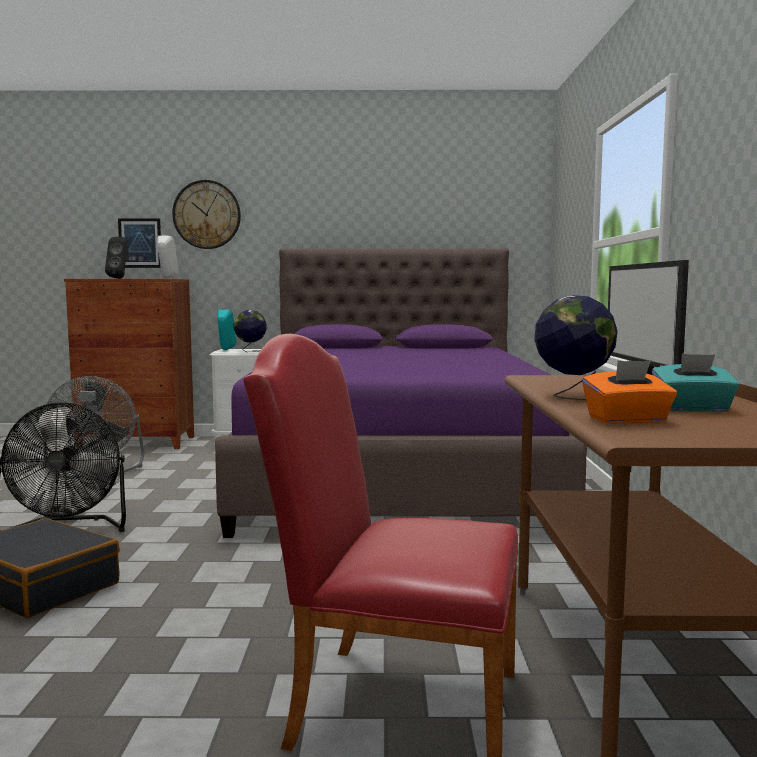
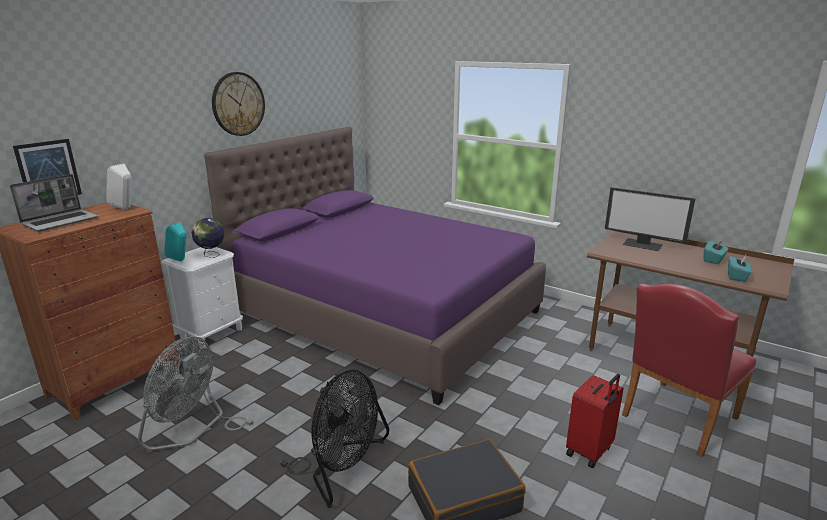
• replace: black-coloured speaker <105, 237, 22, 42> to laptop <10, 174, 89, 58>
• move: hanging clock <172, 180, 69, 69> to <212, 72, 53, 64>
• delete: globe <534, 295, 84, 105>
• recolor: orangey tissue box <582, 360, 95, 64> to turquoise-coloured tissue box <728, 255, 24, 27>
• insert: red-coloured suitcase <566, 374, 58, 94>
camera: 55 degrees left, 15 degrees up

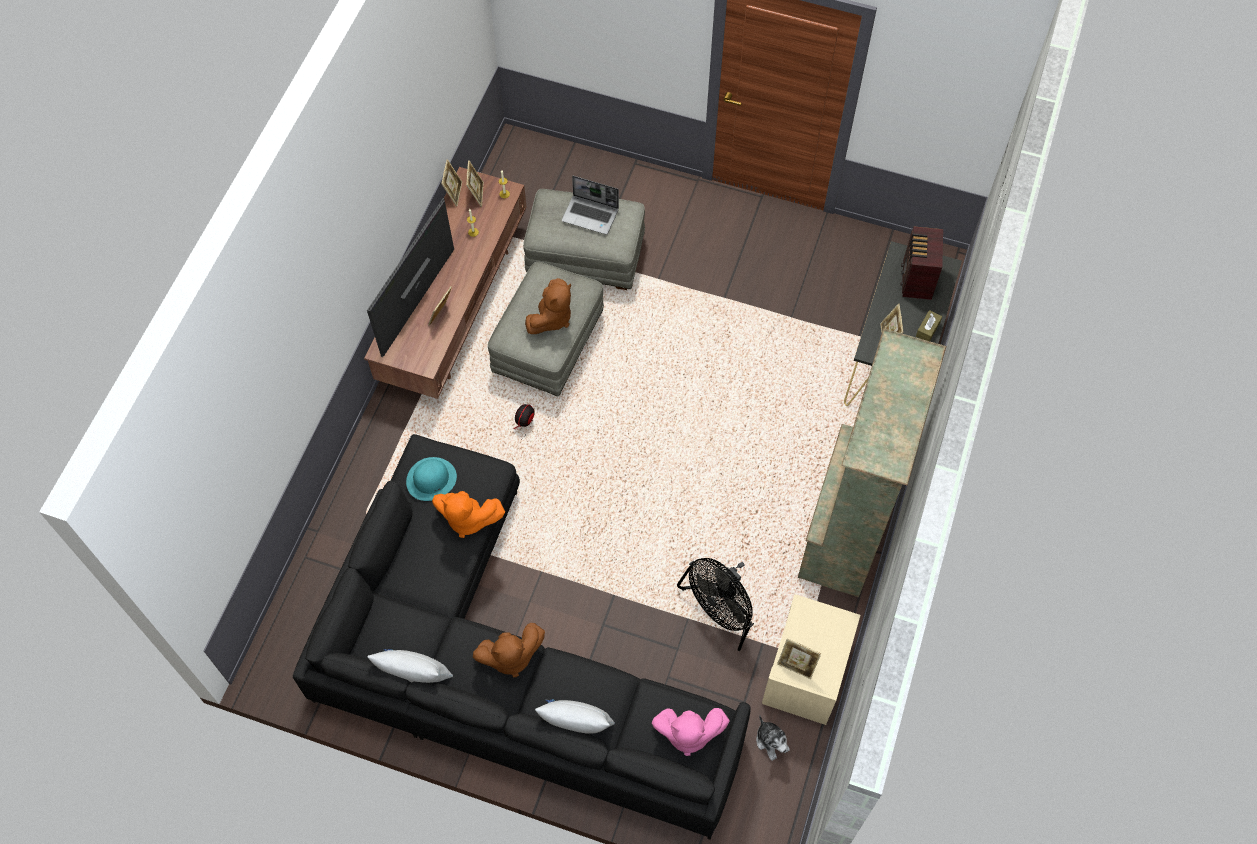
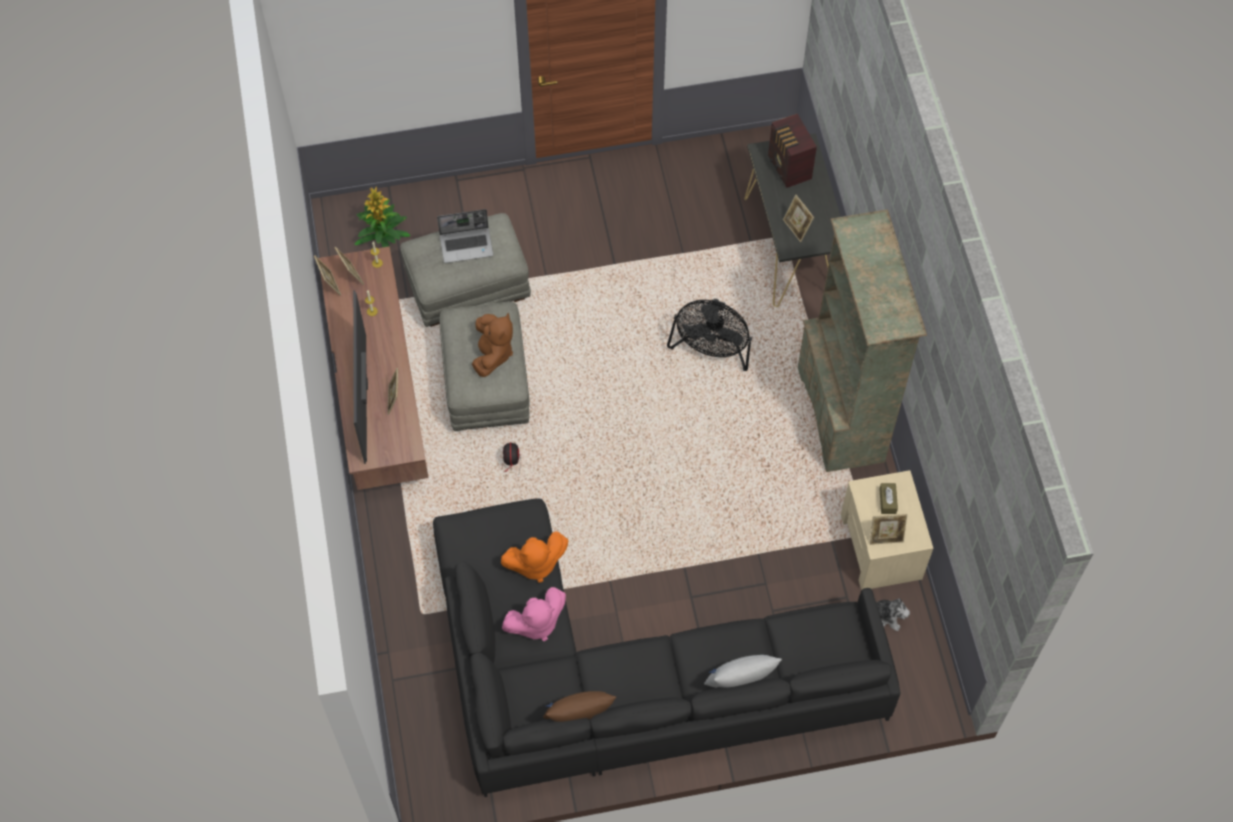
• recolor: greyish throw pillow <368, 649, 85, 34> to brown-coloured throw pillow <543, 691, 73, 31>
• delete: turquoise-coloured hat <406, 457, 51, 44>
• delete: brown-coloured soft toy <473, 623, 72, 54>
• move: pink soft toy <652, 708, 77, 48> to <502, 587, 64, 54>
• move: black-coloured electric fan <677, 558, 77, 93> to <667, 299, 85, 72>
• move: brown-coloured tissue box <916, 310, 27, 31> to <880, 483, 18, 31>
• insert: houseplant <355, 186, 56, 61>
camera: 30 degrees left, 0 degrees up

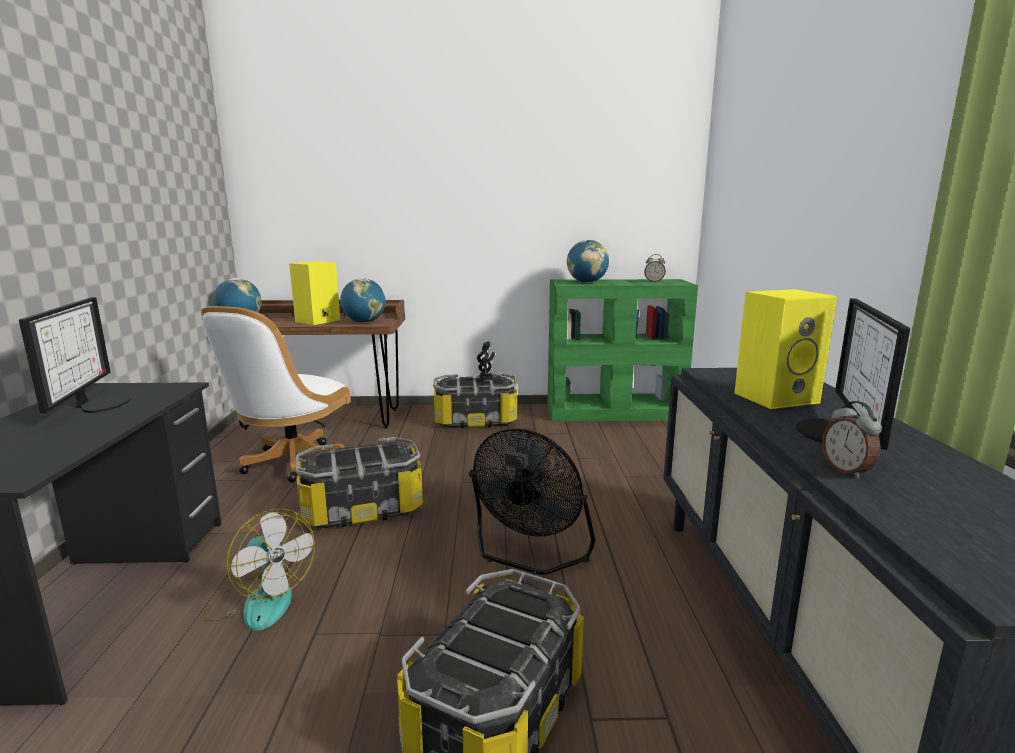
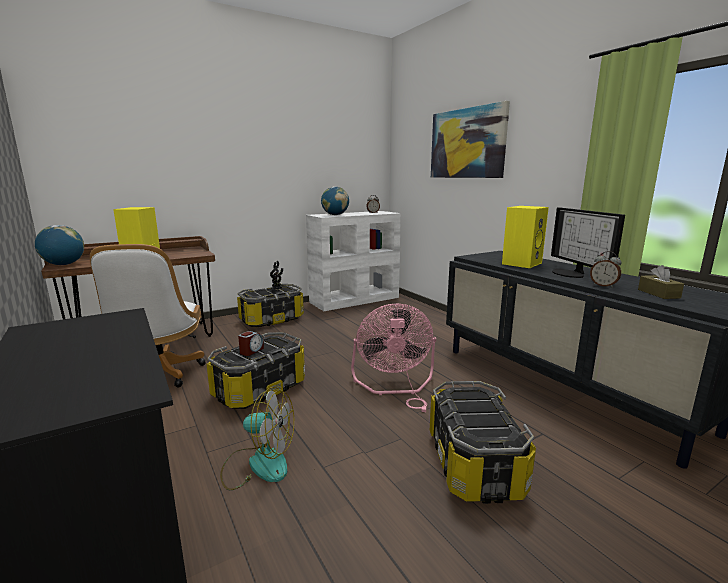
• delete: computer screen <19, 297, 112, 116>
• delete: globe <340, 278, 46, 45>
• recolor: black-coloured electric fan <468, 429, 127, 161> to pink electric fan <351, 304, 85, 108>
• recolor: green shelving unit <548, 279, 150, 143> to white-coloured shelving unit <306, 211, 95, 100>
• insert: bedside clock <238, 331, 26, 25>
• insert: wall picture <431, 101, 79, 77>
• insert: brown-coloured tissue box <638, 265, 46, 34>
camera: 30 degrees left, 0 degrees up

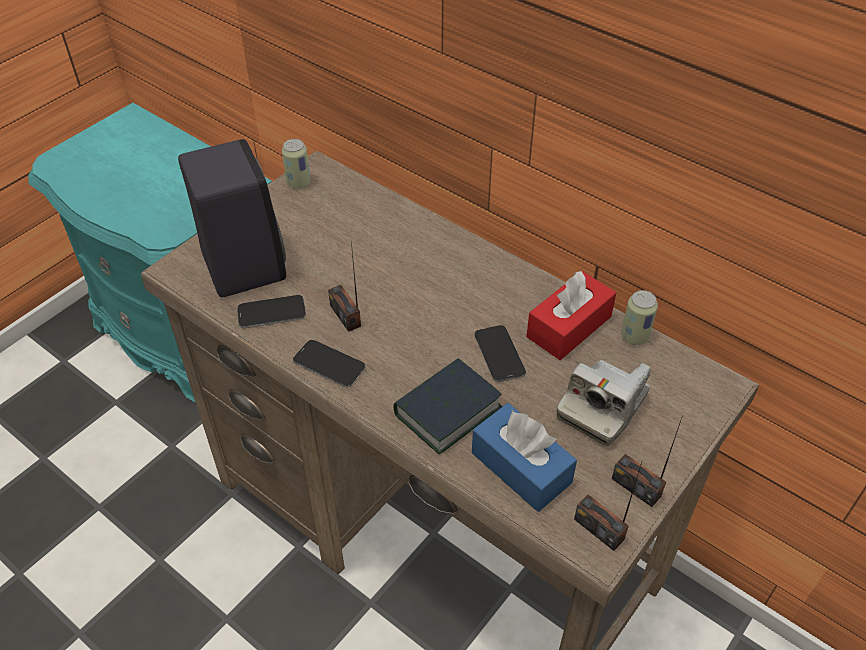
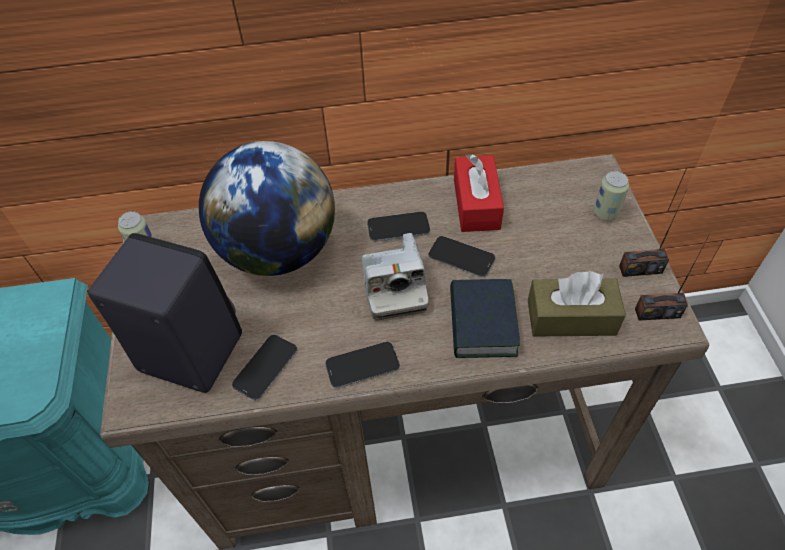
• delete: radio <328, 242, 33, 90>
• recolor: bluish tissue box <472, 403, 105, 109> to brown-coloured tissue box <528, 271, 98, 65>
• move: still camera <557, 360, 94, 86> to <362, 233, 67, 87>
• move: can <621, 290, 37, 55> to <594, 171, 35, 50>
• insert: globe <199, 141, 136, 135>
• insert: telephone <367, 212, 63, 30>
camera: 45 degrees left, 5 degrees up

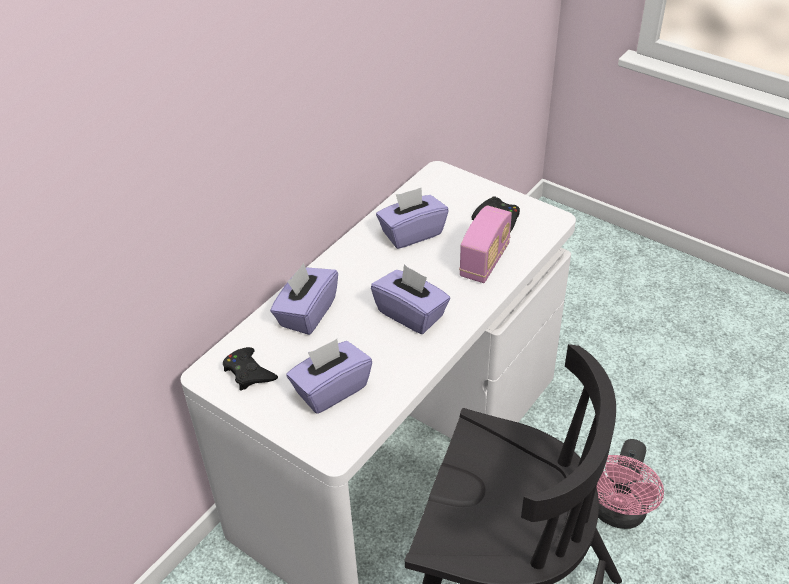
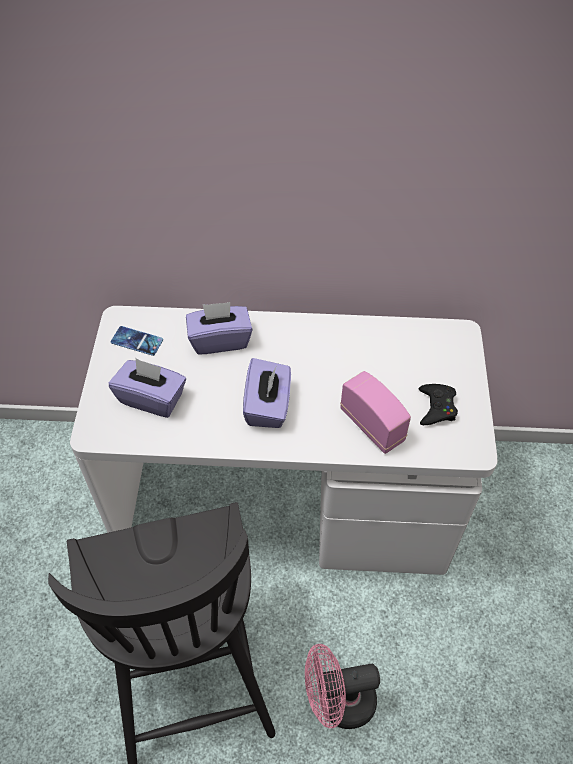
• replace: black-coloured joypad <223, 347, 55, 44> to telephone <111, 326, 52, 30>
• delete: purple-coloured tissue box <376, 188, 73, 61>
• rotate: radio <459, 205, 53, 78> = <340, 371, 71, 83> 120 degrees counterclockwise
camera: 55 degrees right, 10 degrees up

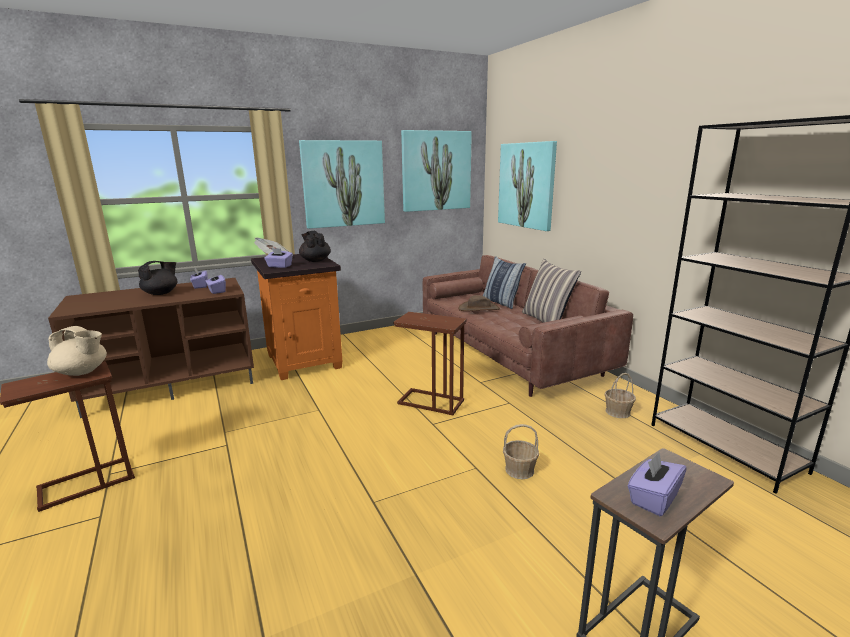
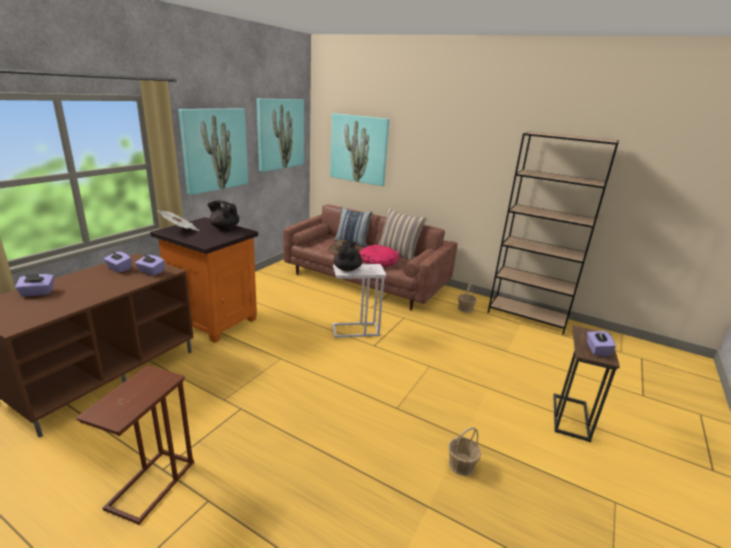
• delete: beige-coloured tea pot <47, 326, 60, 50>
• move: black-coloured tea pot <138, 261, 39, 34> to <334, 241, 29, 30>
• move: purple-coloured tissue box <264, 248, 29, 20> to <15, 274, 39, 23>
• recolor: brown-coloured end table <393, 312, 74, 103> to white-coloured end table <332, 264, 54, 74>
• move: basket <503, 424, 36, 55> to <448, 427, 33, 49>
• insert: pink throw pillow <359, 245, 40, 21>
camera: 35 degrees left, 5 degrees up

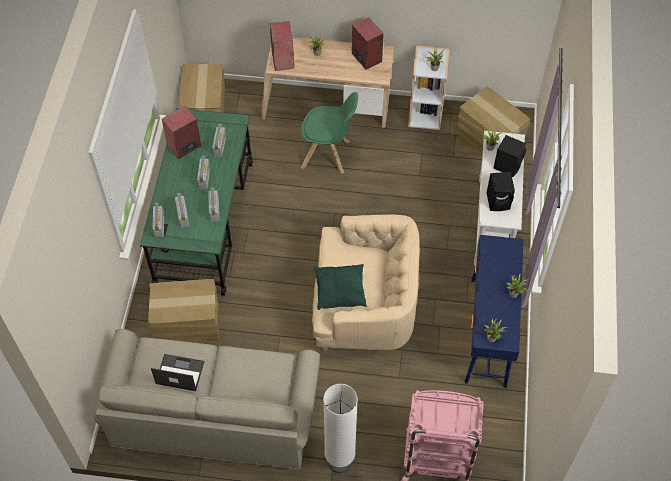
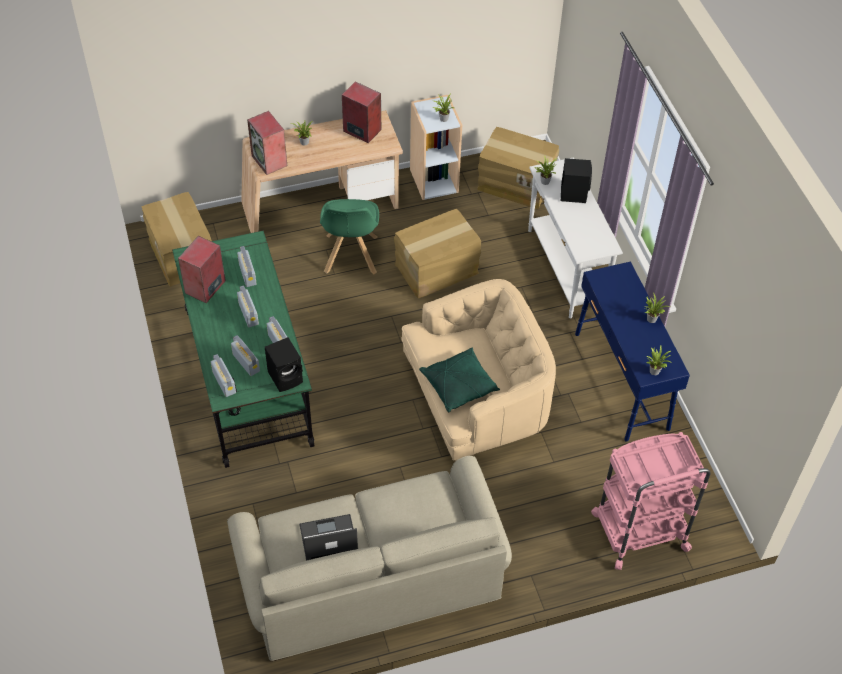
• move: cardboard box <148, 279, 71, 63> to <394, 209, 87, 89>
• rotate: green upright chair <301, 92, 57, 82> = <320, 199, 59, 75> 105 degrees clockwise
• delete: white-coloured standard lamp <323, 384, 35, 89>
• move: black-coloured speaker <487, 172, 28, 39> to <265, 337, 38, 55>
camera: 25 degrees left, 5 degrees down

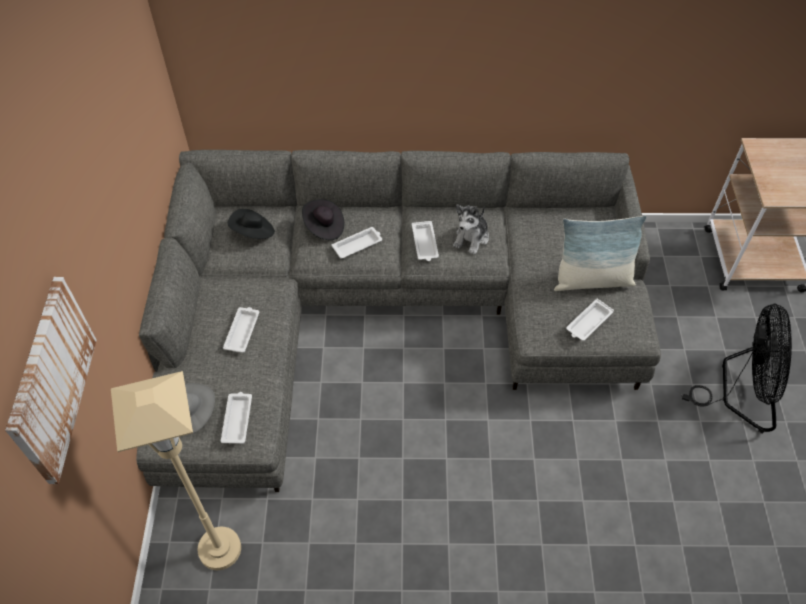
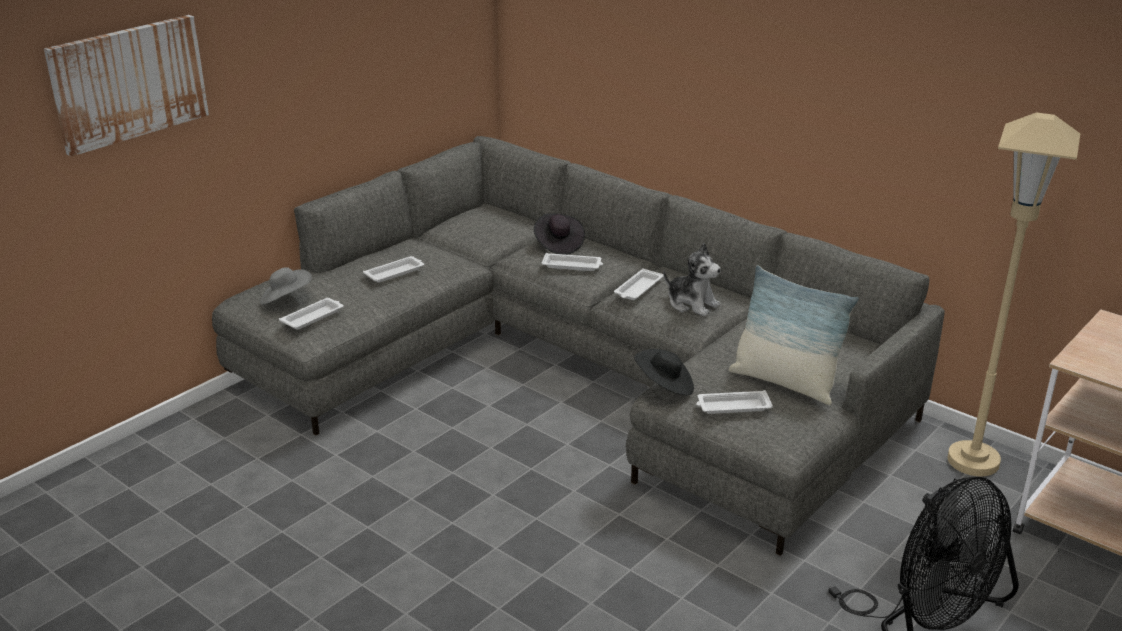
• move: beige-coloured standard lamp <111, 371, 130, 199> to <947, 112, 133, 364>
• move: black-coloured hat <228, 209, 47, 30> to <634, 349, 60, 46>
• rotate: soft toy <453, 205, 36, 50> = <663, 243, 58, 73> 120 degrees counterclockwise
camera: 40 degrees right, 25 degrees down

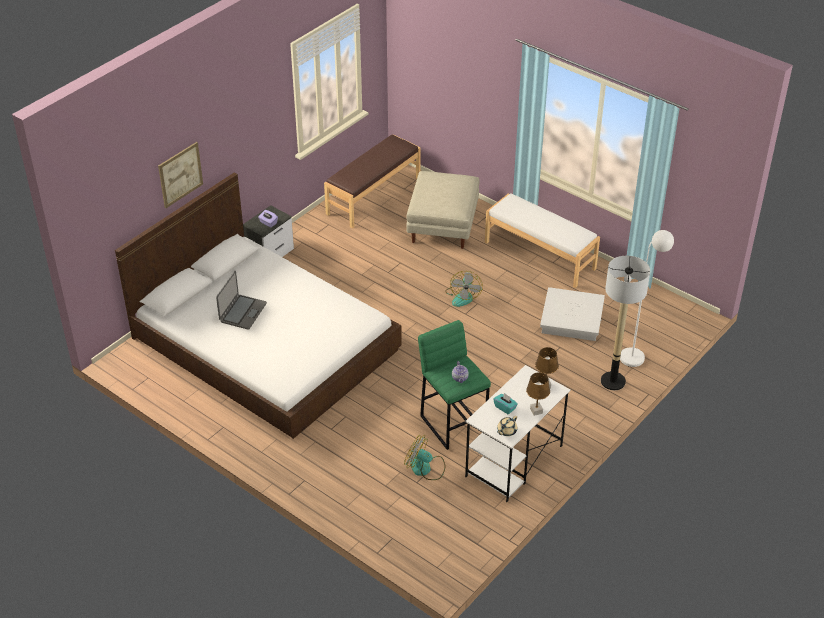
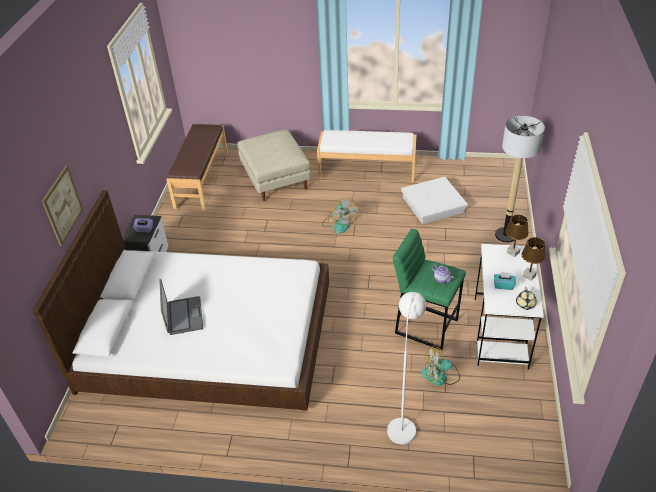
• move: white-coloured standard lamp <620, 230, 54, 137> to <387, 292, 39, 152>
camera: 30 degrees left, 0 degrees up

